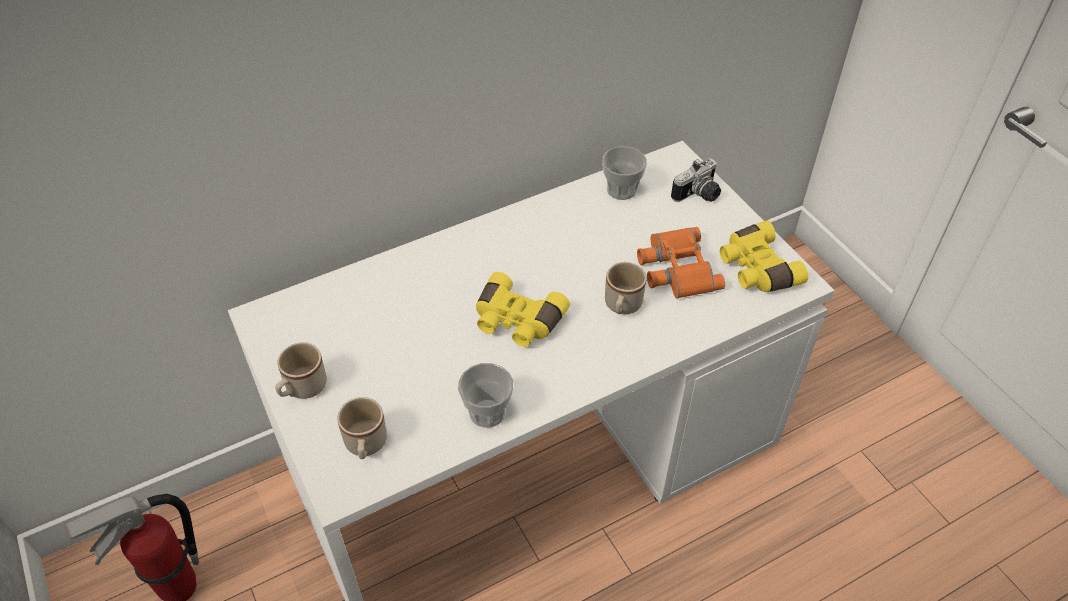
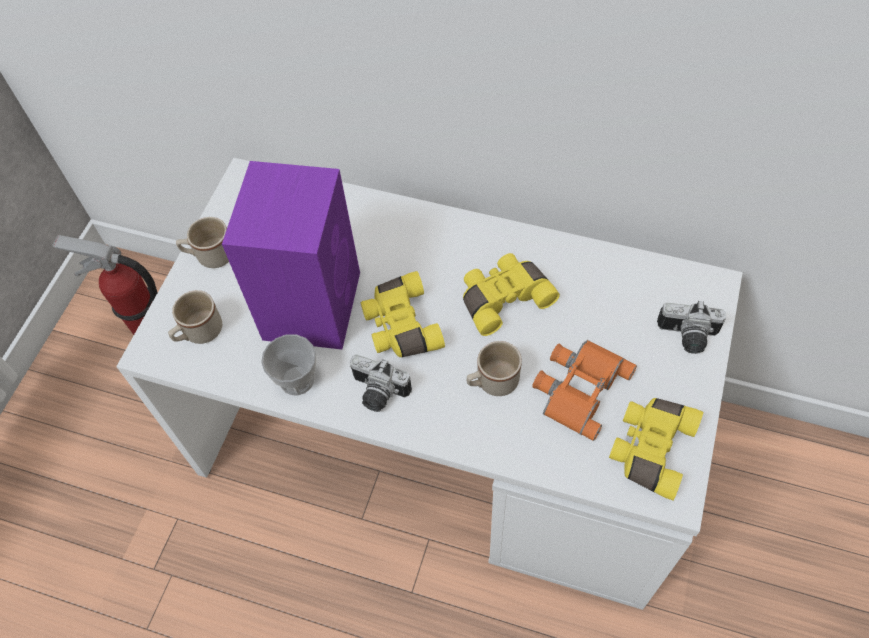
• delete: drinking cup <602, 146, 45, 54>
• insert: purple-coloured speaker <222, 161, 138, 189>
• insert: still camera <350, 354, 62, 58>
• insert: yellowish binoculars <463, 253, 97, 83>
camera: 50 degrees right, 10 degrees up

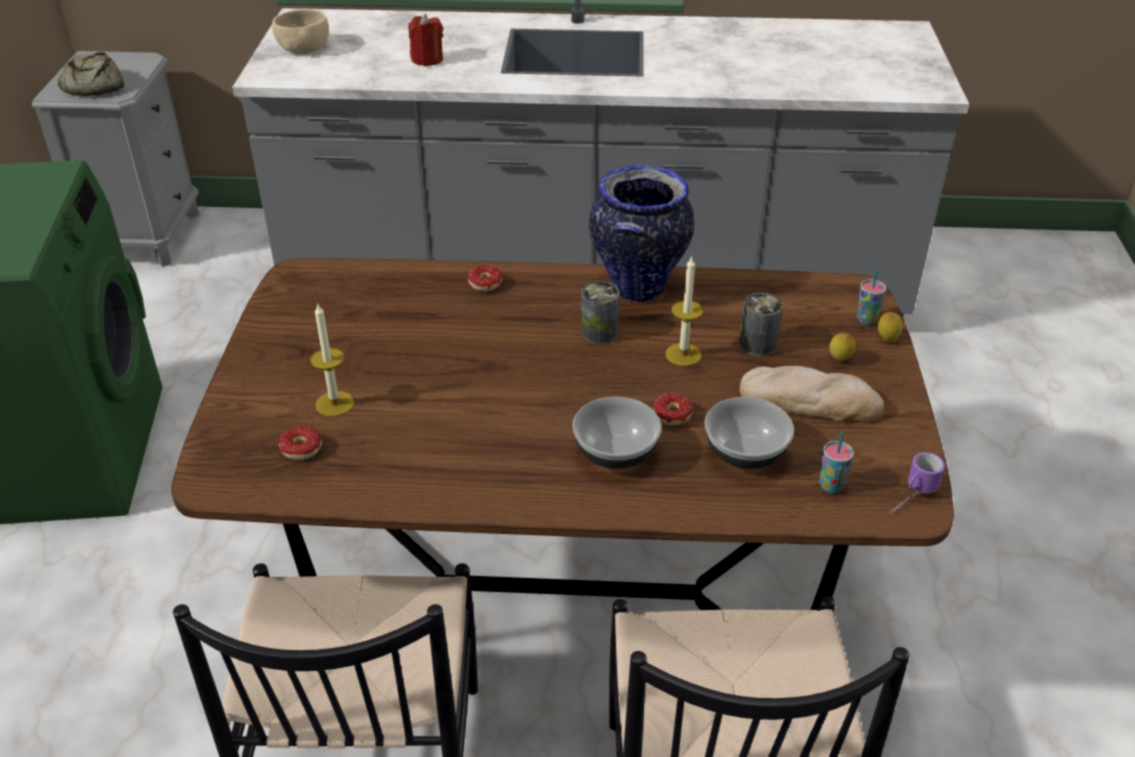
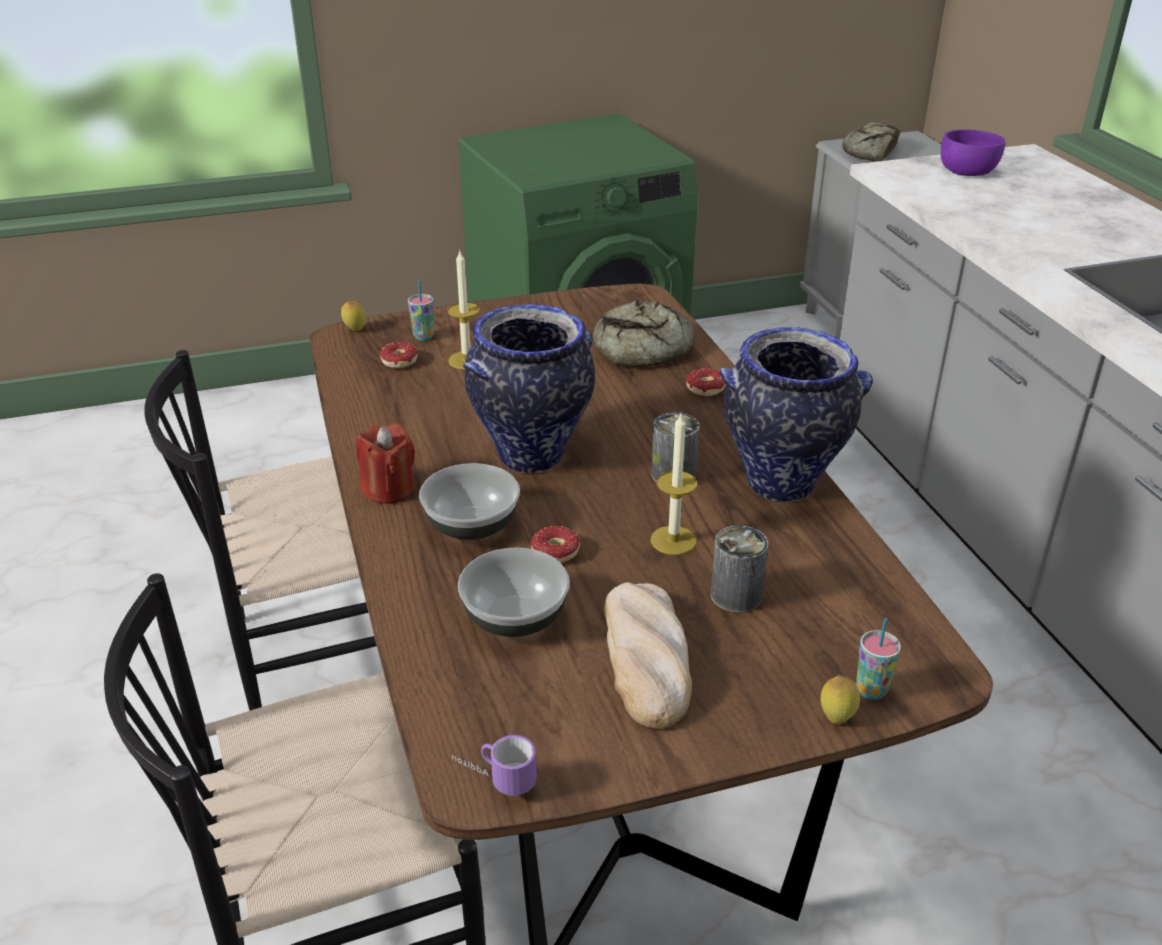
• recolor: beige-coloured bowl <272, 9, 57, 45> to purple-coloured bowl <941, 130, 64, 46>
• move: red-coloured wax candle <408, 14, 35, 52> to <356, 423, 59, 81>
• move: drinking cup <820, 432, 34, 61> to <408, 280, 26, 61>
• move: citrus fruit <830, 333, 26, 28> to <341, 301, 25, 30>
• insert: vase <463, 304, 132, 169>
• insert: baked bread <593, 299, 102, 68>
camera: 70 degrees right, 5 degrees down

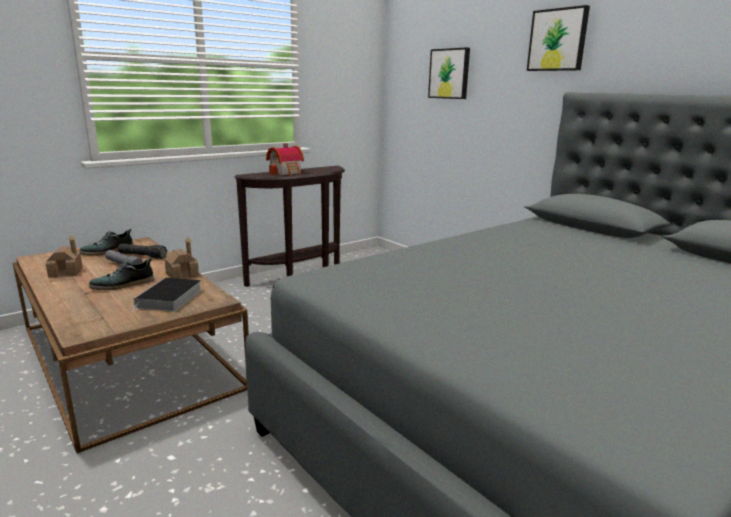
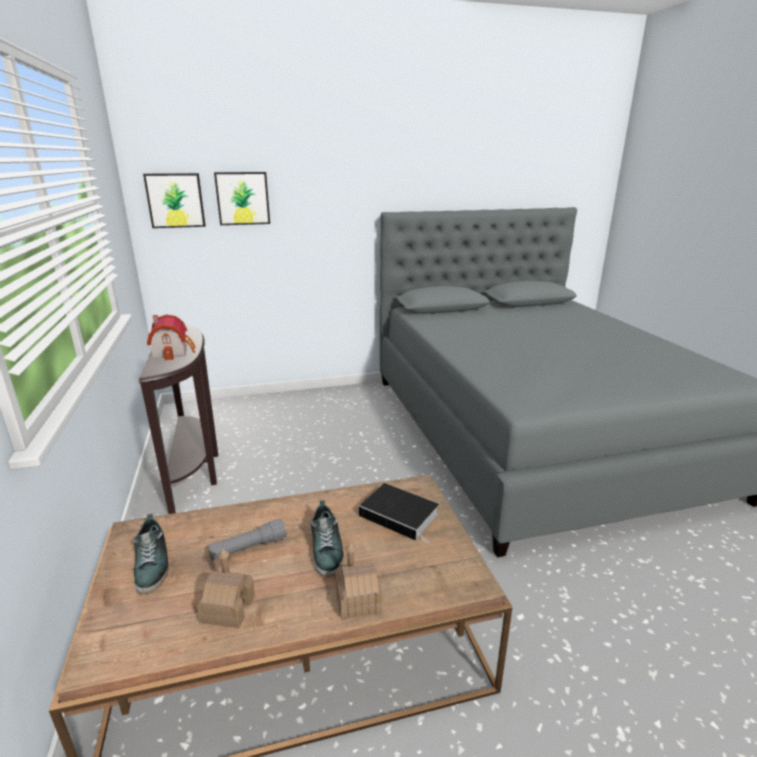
• delete: black-coloured torch <118, 244, 49, 15>
• move: toy house <165, 237, 34, 42> to <336, 543, 47, 77>
• move: wall picture <527, 5, 63, 66> to <143, 173, 63, 55>
camera: 65 degrees left, 5 degrees up

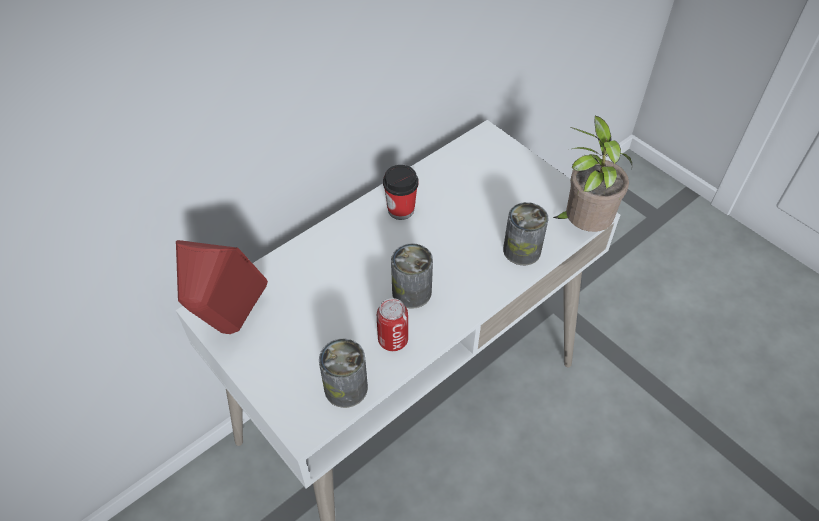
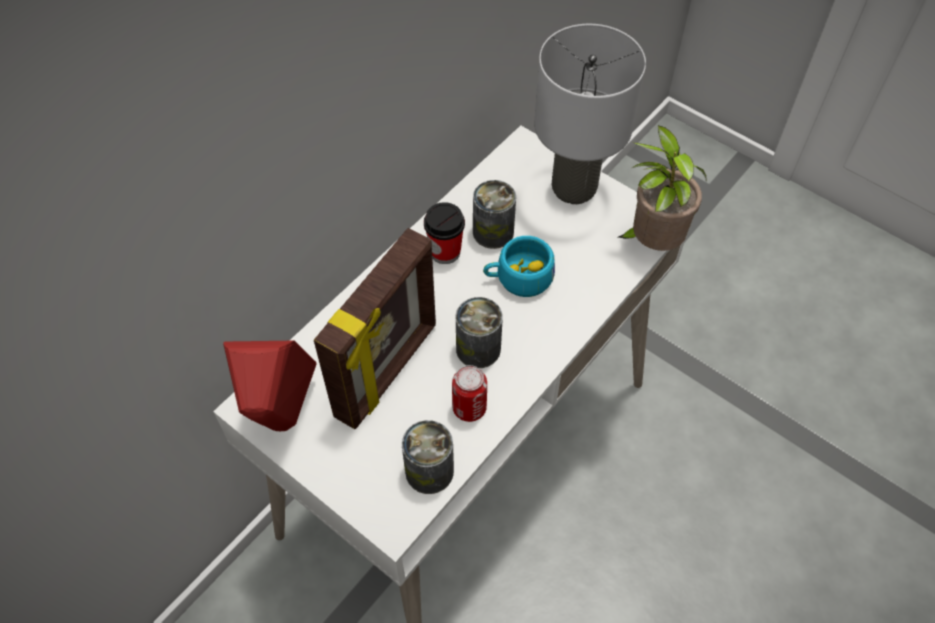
• move: can <503, 202, 46, 63> to <473, 180, 43, 69>
• insert: standing frame <314, 228, 122, 201>
• insert: turquoise-coloured drinking cup <483, 236, 72, 61>
• insert: white-coloured table lamp <534, 24, 112, 180>
camera: 10 degrees left, 5 degrees up

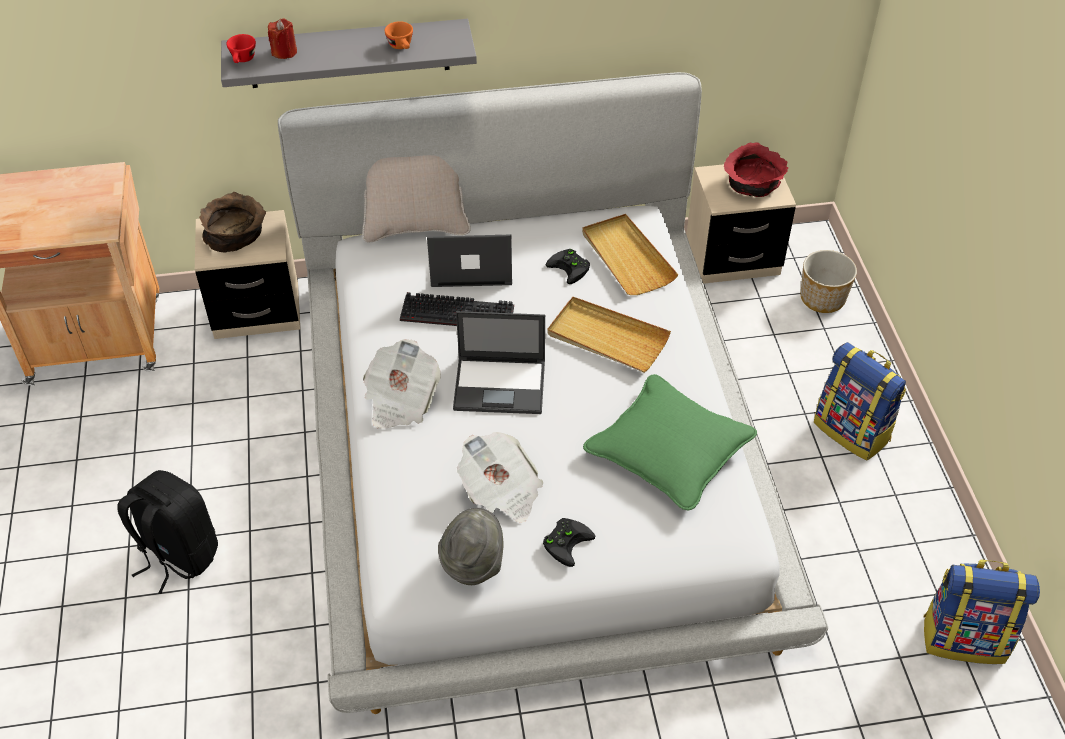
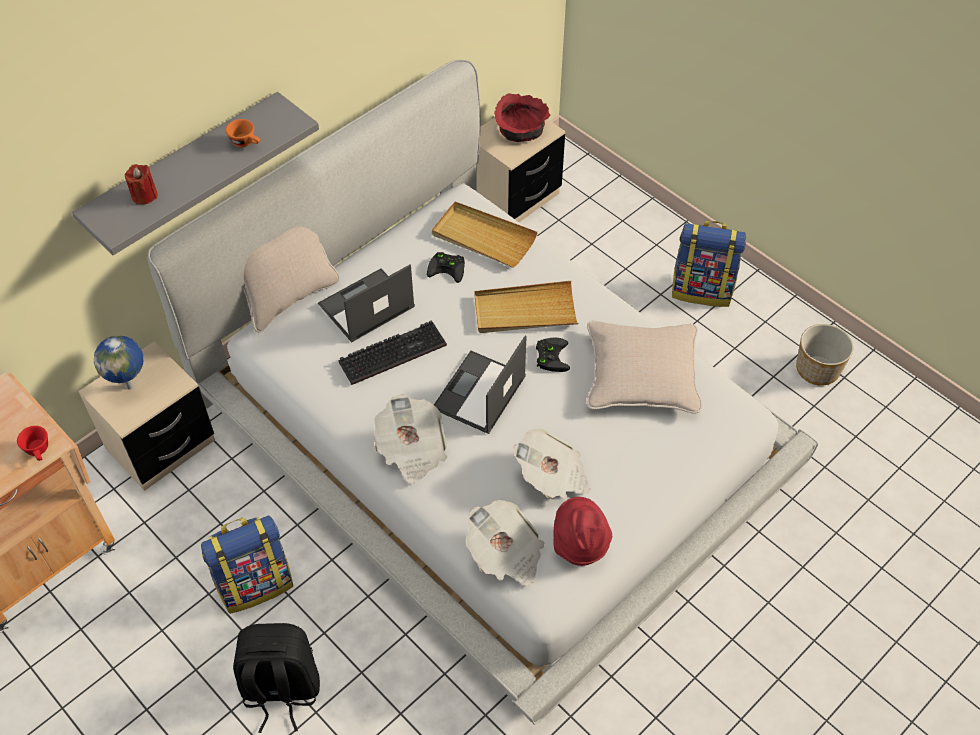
• replace: brown-coloured bowl <199, 192, 67, 60> to globe <94, 335, 49, 54>
• move: red-coloured drinking cup <226, 34, 30, 29> to <17, 426, 31, 35>
• recolor: greyish hat <438, 508, 66, 77> to red-coloured hat <553, 497, 59, 69>
• rotate: laptop <453, 311, 92, 103> = <434, 335, 93, 99> 150 degrees clockwise
• move: black-coloured joypad <543, 518, 52, 49> to <536, 338, 34, 34>
• recolor: green throw pillow <583, 374, 174, 136> to beige-coloured throw pillow <586, 321, 117, 93>
• move: plant pot <801, 250, 56, 63> to <796, 324, 57, 62>
• move: knapsack <923, 560, 117, 104> to <201, 515, 92, 99>
• insert: newspaper <465, 500, 79, 86>
camera: 35 degrees left, 5 degrees up

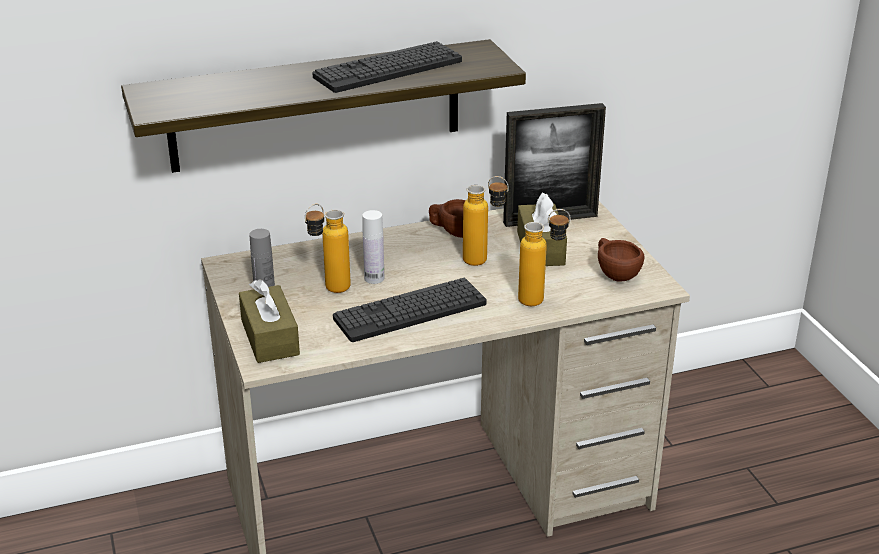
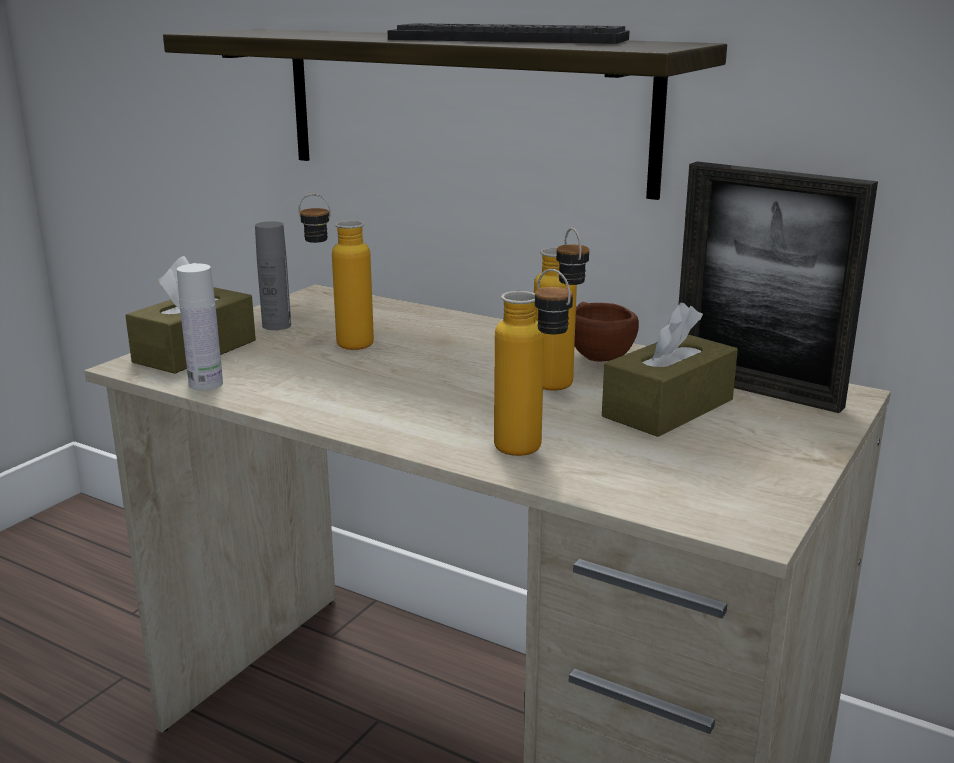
• delete: PC keyboard <333, 278, 153, 64>
• move: white-coloured drink bottle <362, 210, 22, 74> to <177, 264, 46, 126>
• delete: brown-coloured drinking cup <598, 238, 47, 44>
camera: 50 degrees right, 10 degrees down

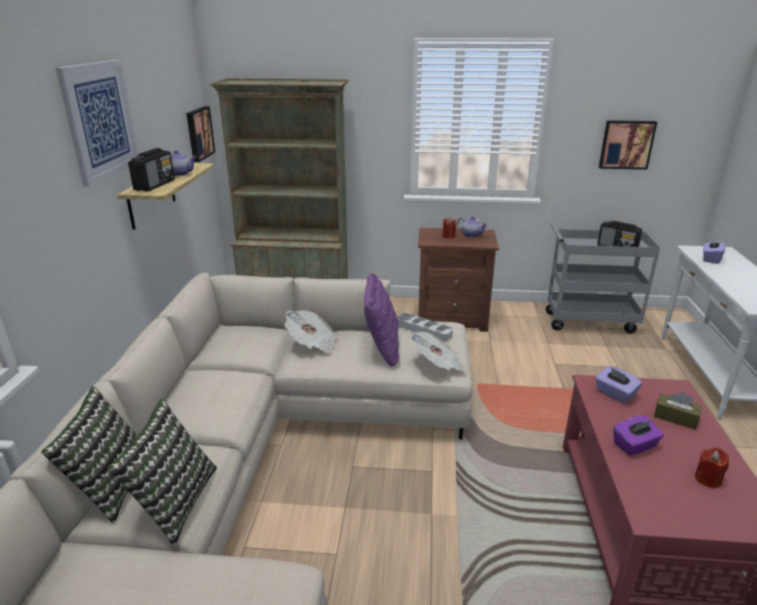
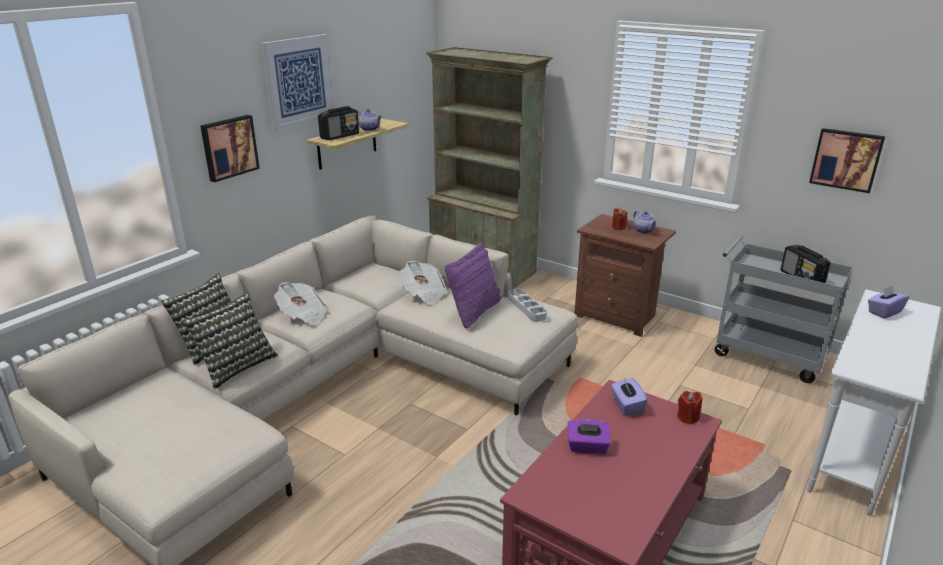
• move: wall picture <186, 106, 29, 56> to <200, 115, 60, 67>
• move: newspaper <410, 332, 56, 40> to <274, 282, 54, 43>
• delete: brown-coloured tissue box <654, 392, 48, 38>
• move: red-coloured wax candle <695, 448, 34, 41> to <677, 391, 25, 33>
camera: 30 degrees right, 0 degrees up

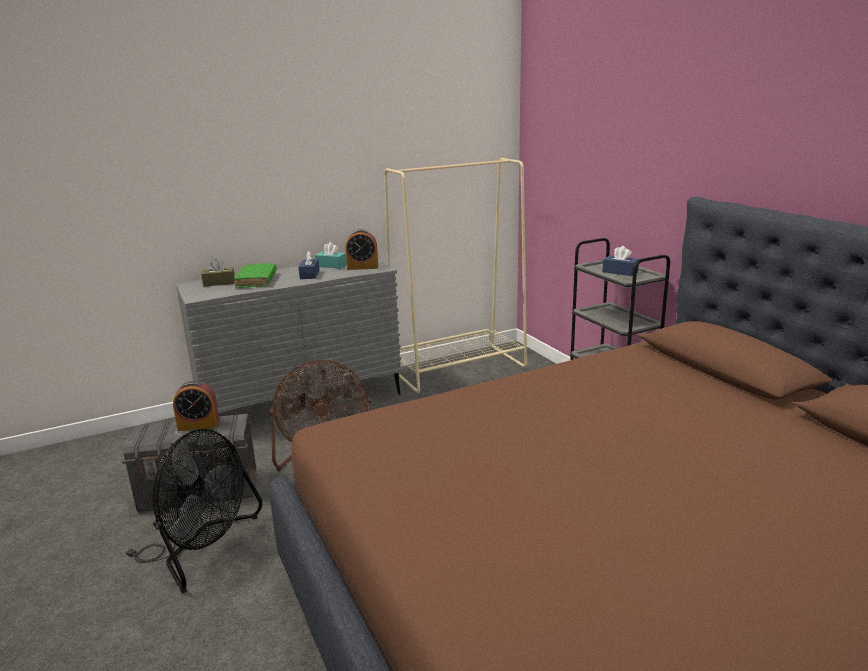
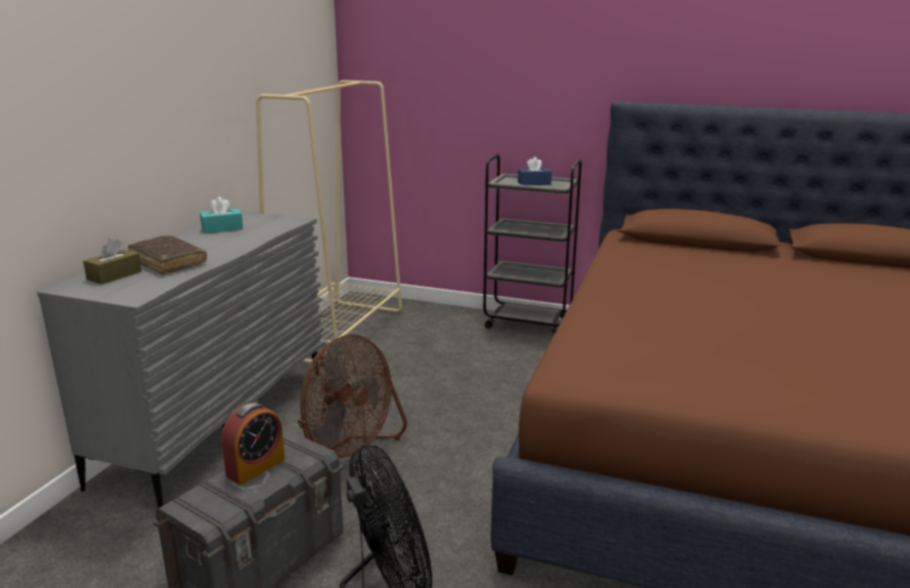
• recolor: green volume <234, 263, 42, 25> to brown-coloured volume <128, 235, 79, 39>
• delete: bluish tissue box <299, 251, 20, 28>
• delete: bedside clock <345, 229, 33, 41>
camera: 45 degrees left, 0 degrees up

